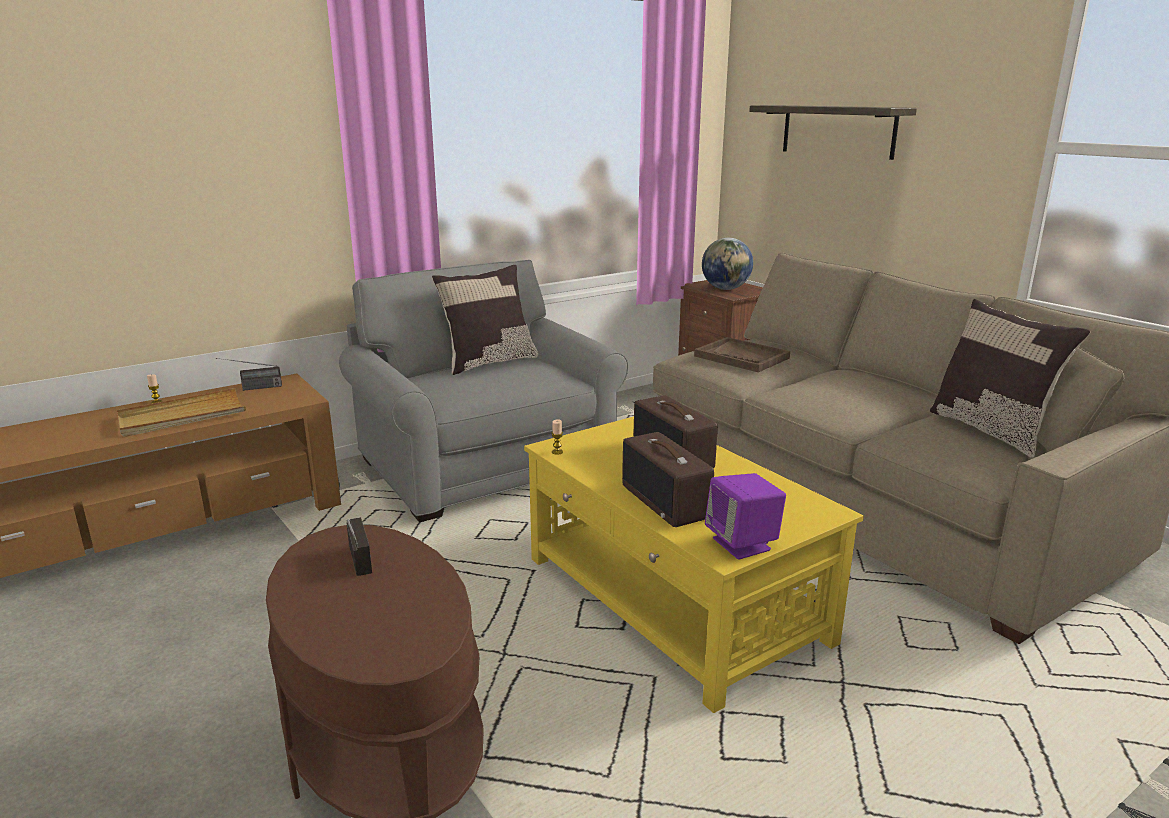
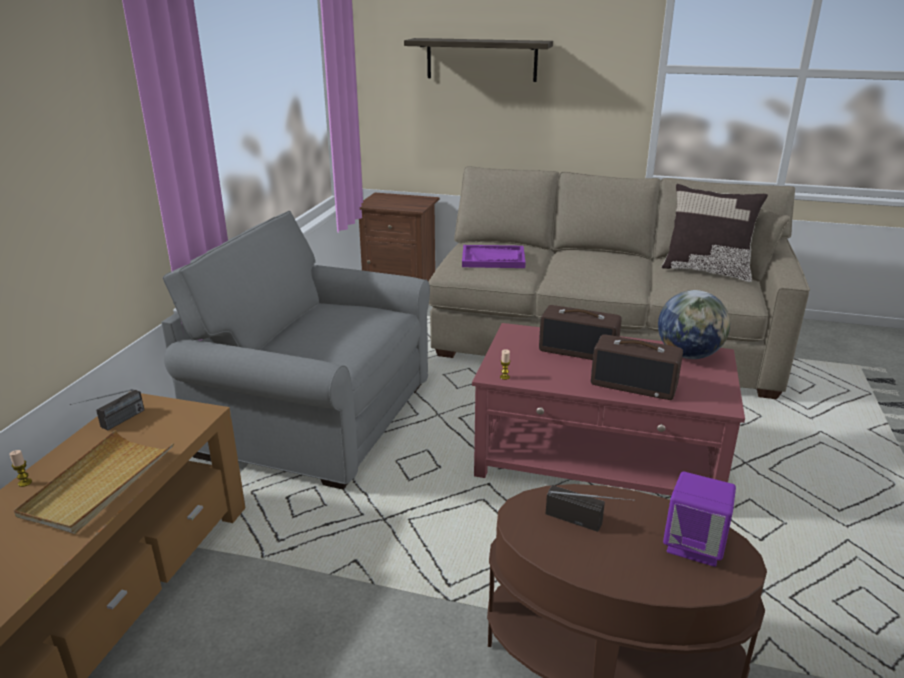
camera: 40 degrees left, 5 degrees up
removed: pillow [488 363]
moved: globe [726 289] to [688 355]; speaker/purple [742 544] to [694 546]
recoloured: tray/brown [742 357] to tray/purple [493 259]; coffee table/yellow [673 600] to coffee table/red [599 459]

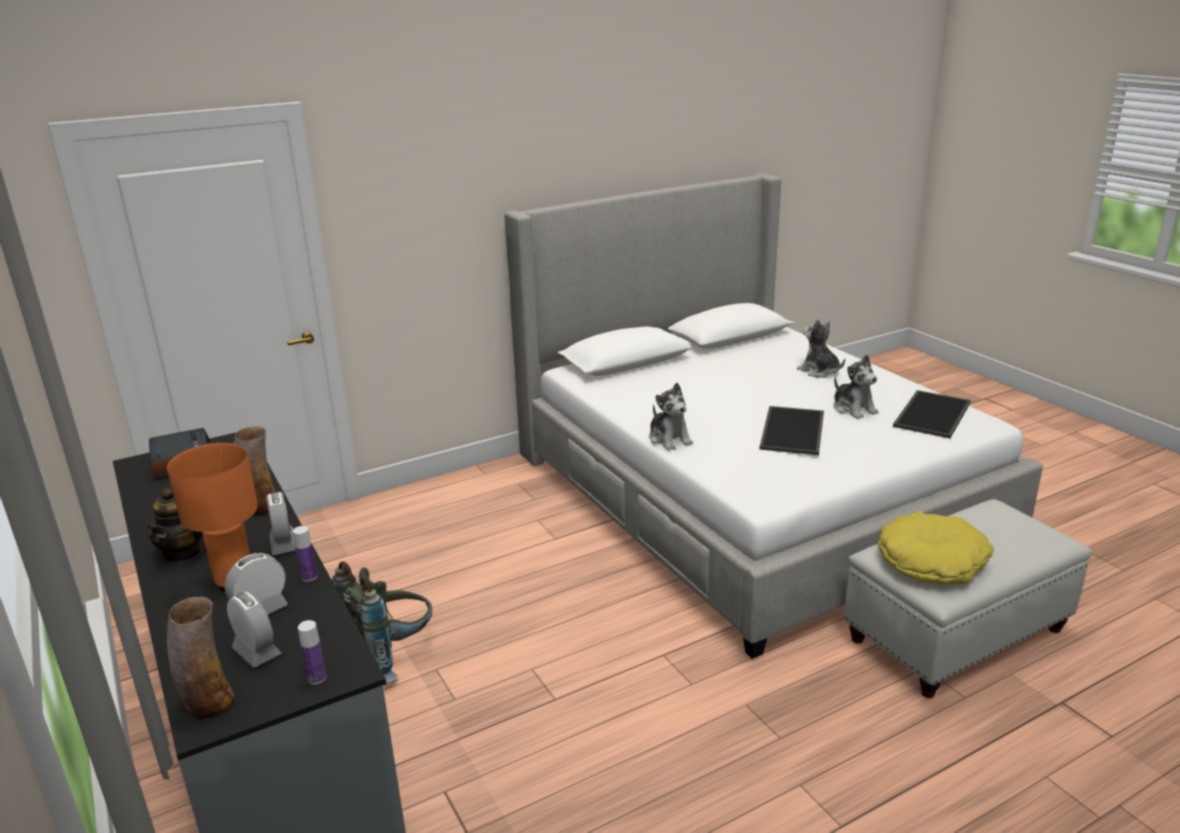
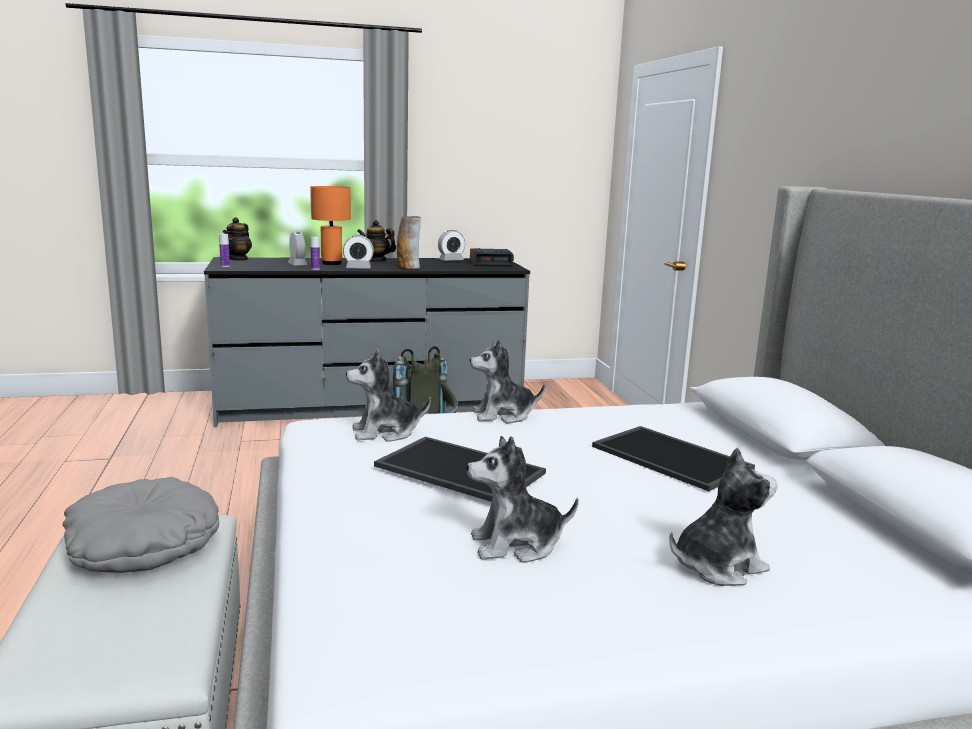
camera: 105 degrees right, 10 degrees down
added: plush toy [385 432]
moved: alarm clock [256 651] to [451 260]; tray [931 413] to [673 457]
replaced: vase [209 704] to teapot [238 259]
recoloured: pillow/yellow [929 562] to pillow/grey [146 545]

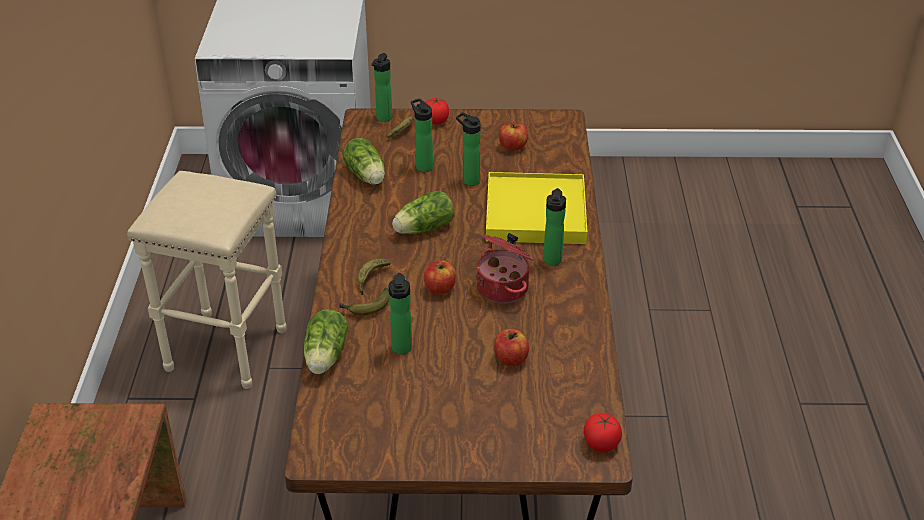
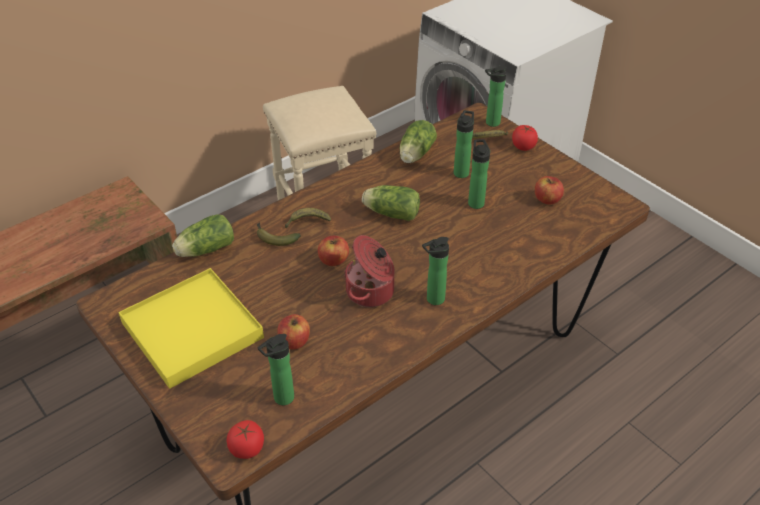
camera: 50 degrees right, 5 degrees up
moved: tray/yellow [535 213] to [192 330]; bottle [401 350] to [281 399]

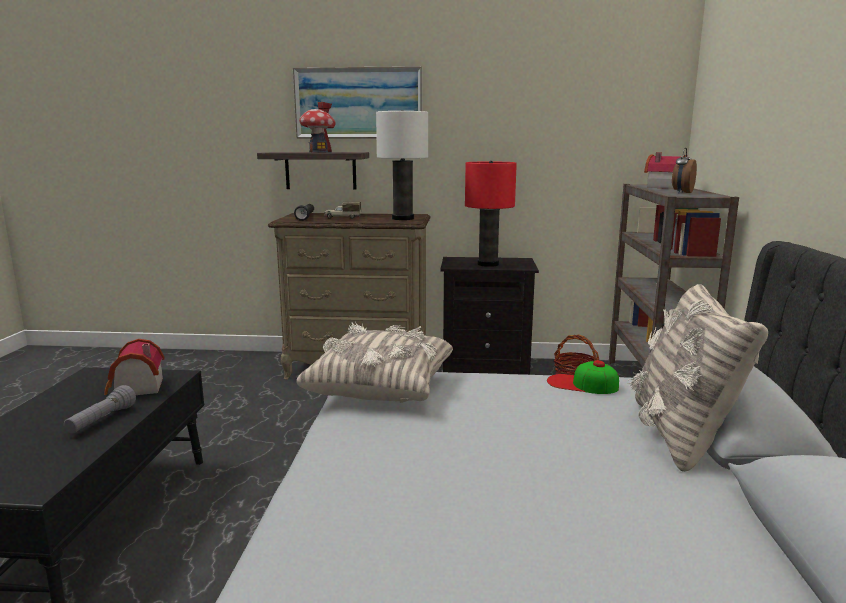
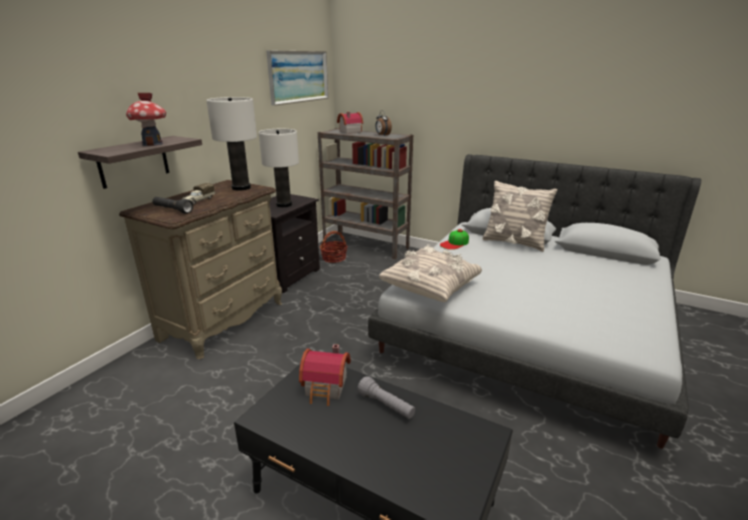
camera: 65 degrees left, 10 degrees up
moved: picture [358 103] to [298 76]
recoloured: table lamp/red [488 264] to table lamp/white [284 204]

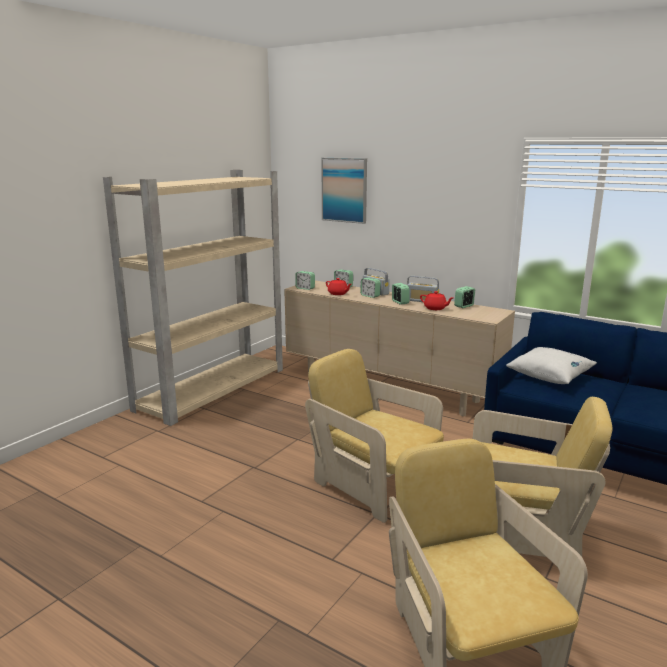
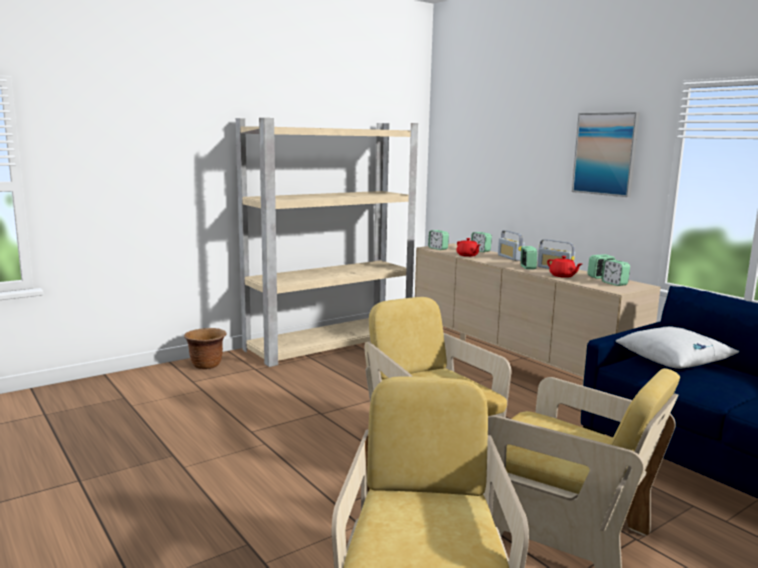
camera: 20 degrees right, 5 degrees down
added: planter/brown [207 365]
moved: picture [344 190] to [605 154]; alarm clock [370 296] to [614 283]

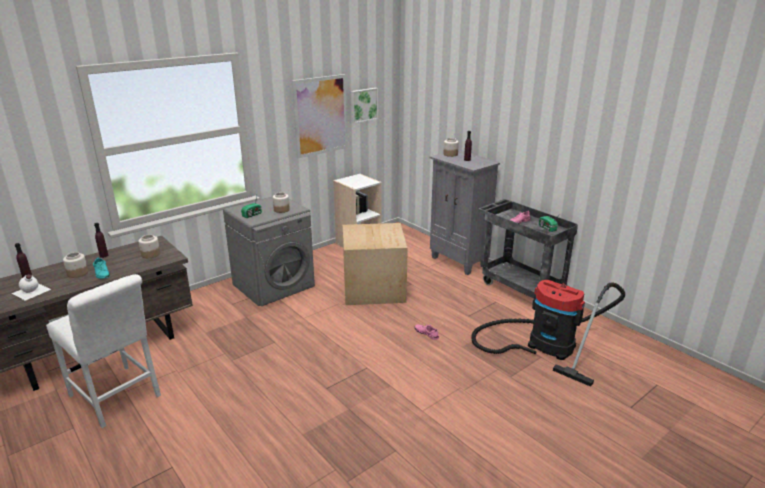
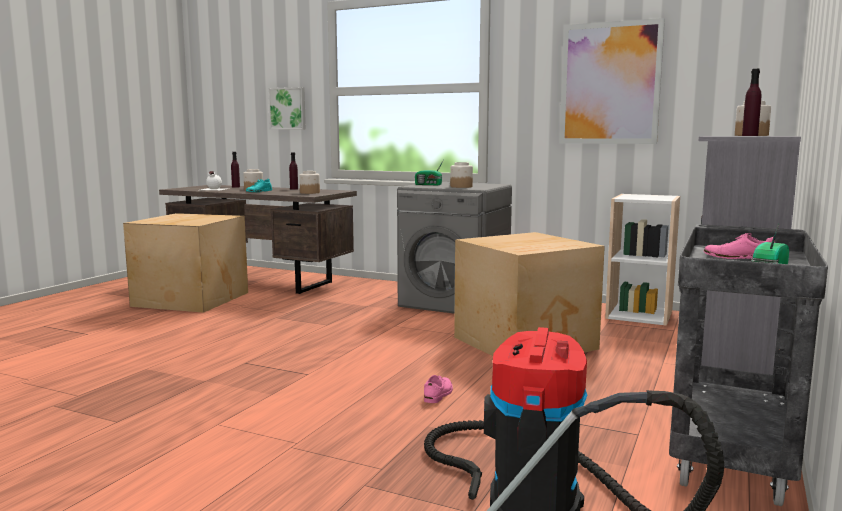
camera: 65 degrees right, 15 degrees down
moved: picture [363 105] to [288 108]
replaced: chair/white [117 398] to cardboard box [189 299]

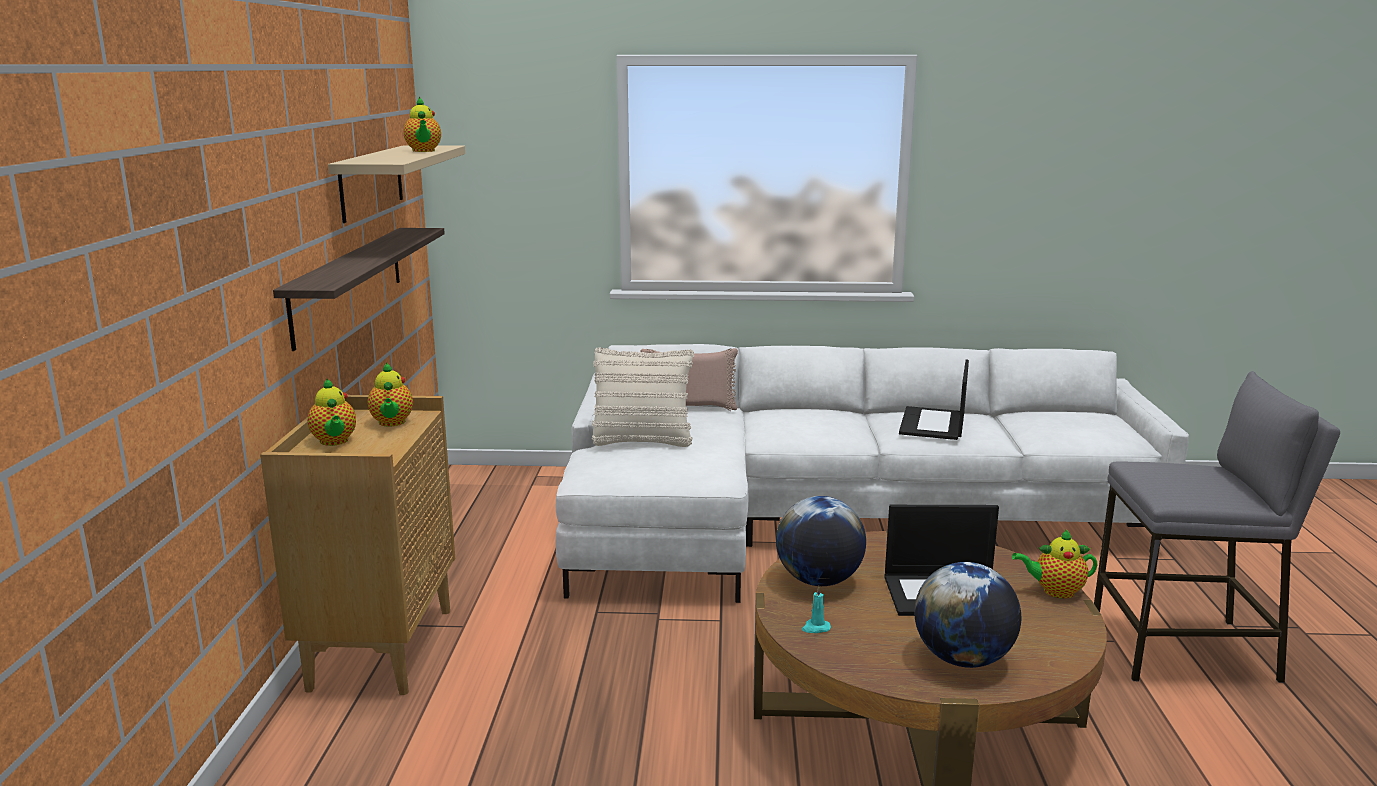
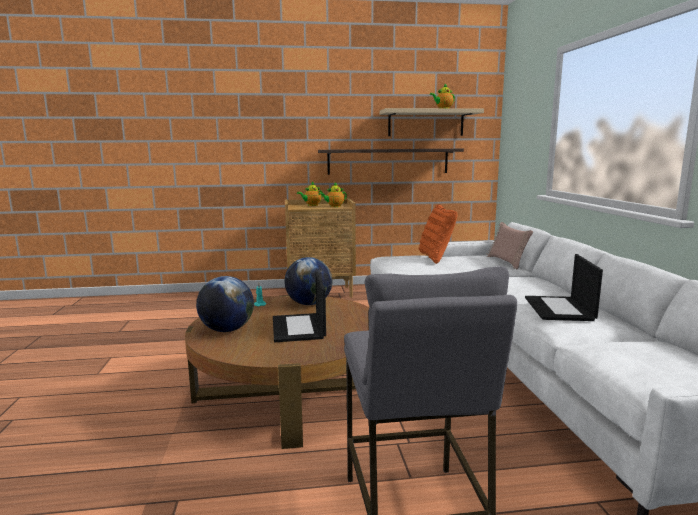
camera: 80 degrees right, 5 degrees down
removed: teapot [1055 591]
recoloured: pillow/beige [643 441] to pillow/orange [436 258]
turned: laptop [933 424] = [559 309] 90 degrees counterclockwise

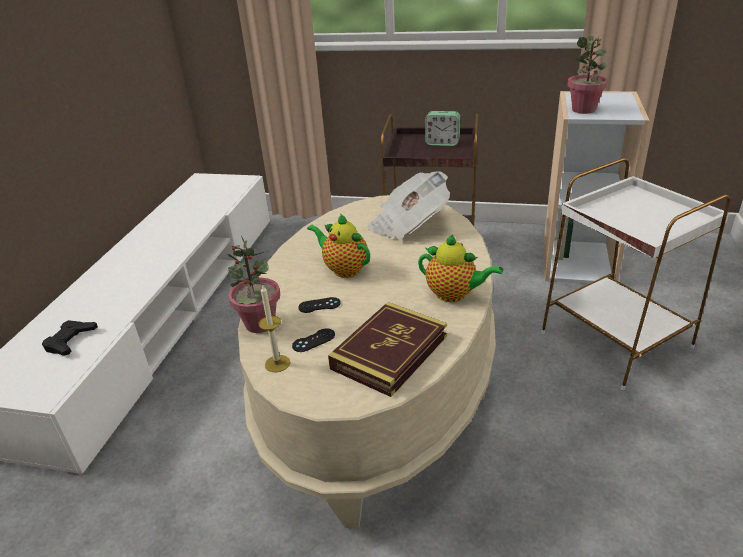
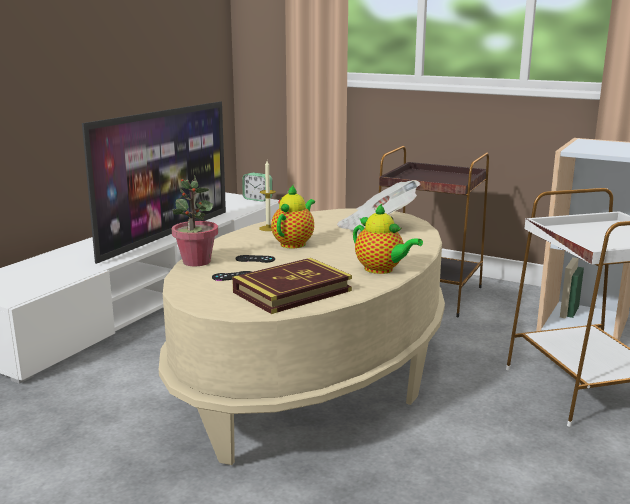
camera: 15 degrees right, 15 degrees down
removed: game controller/black [70 341]; potted plant [584 110]
added: television [165 235]
moved: alarm clock [442 143] to [257 199]; candle [277 363] to [268 228]
turned: teapot [344 269] = [294 243] 60 degrees clockwise

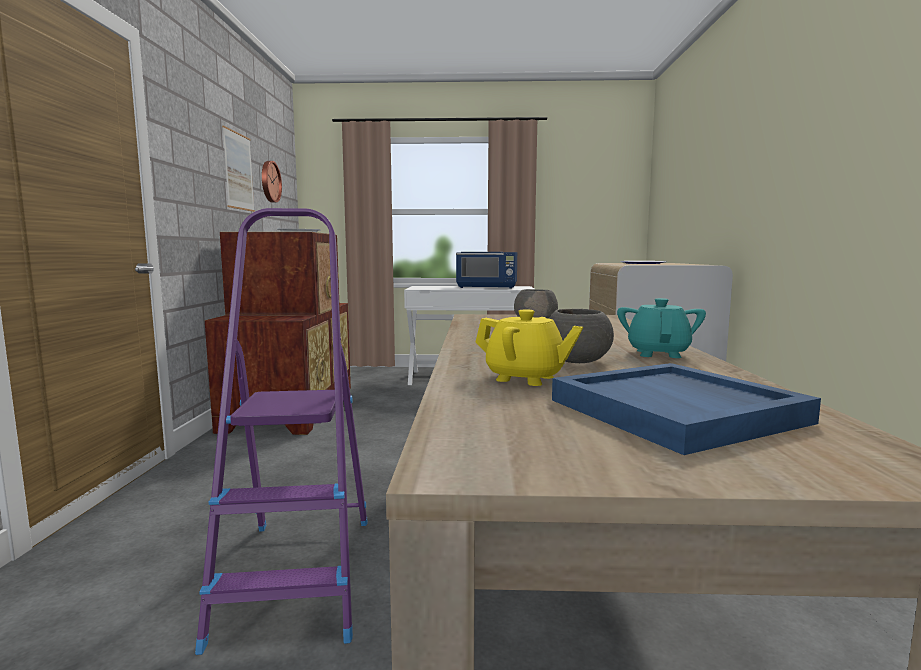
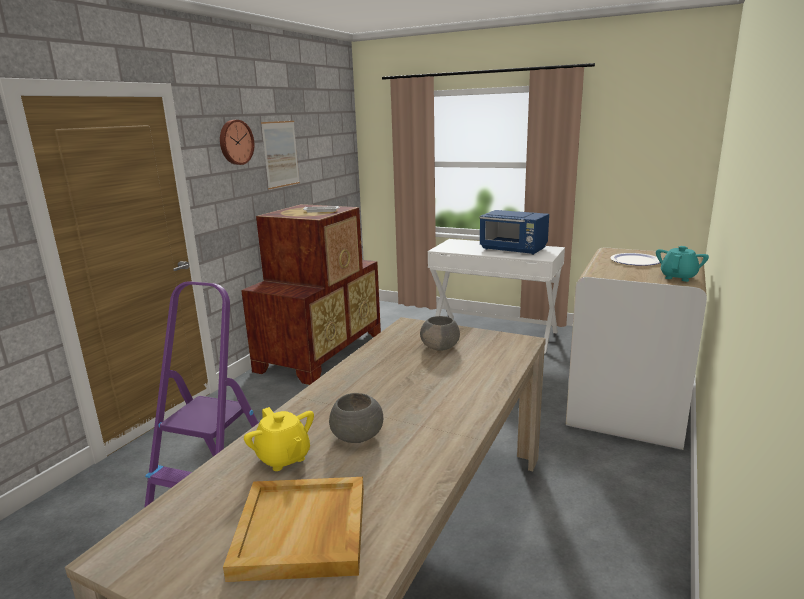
camera: 25 degrees right, 10 degrees up
moved: wall clock [269 181] to [235 142]; teapot/turquoise [658 353] to [678 277]
recoloured: tray/blue [677 411] to tray/beige [302 531]

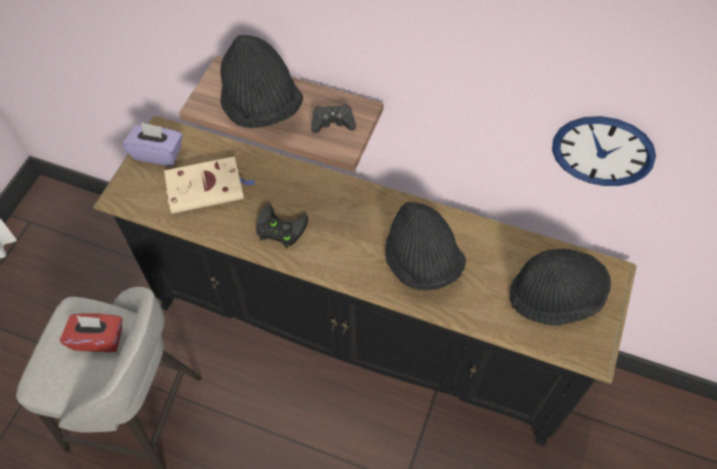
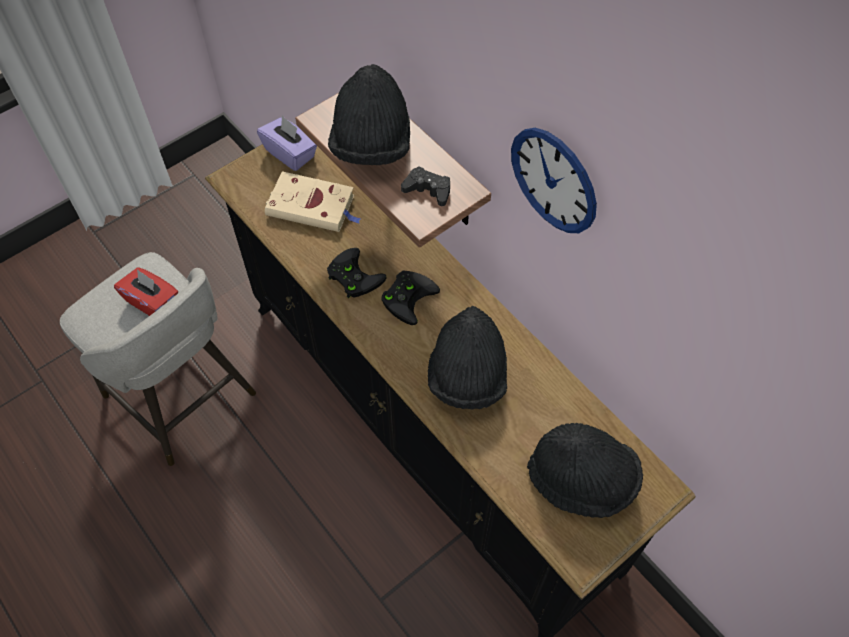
camera: 30 degrees right, 0 degrees up
added: game controller/black [408 296]
moved: wall clock [602 151] to [553 180]

